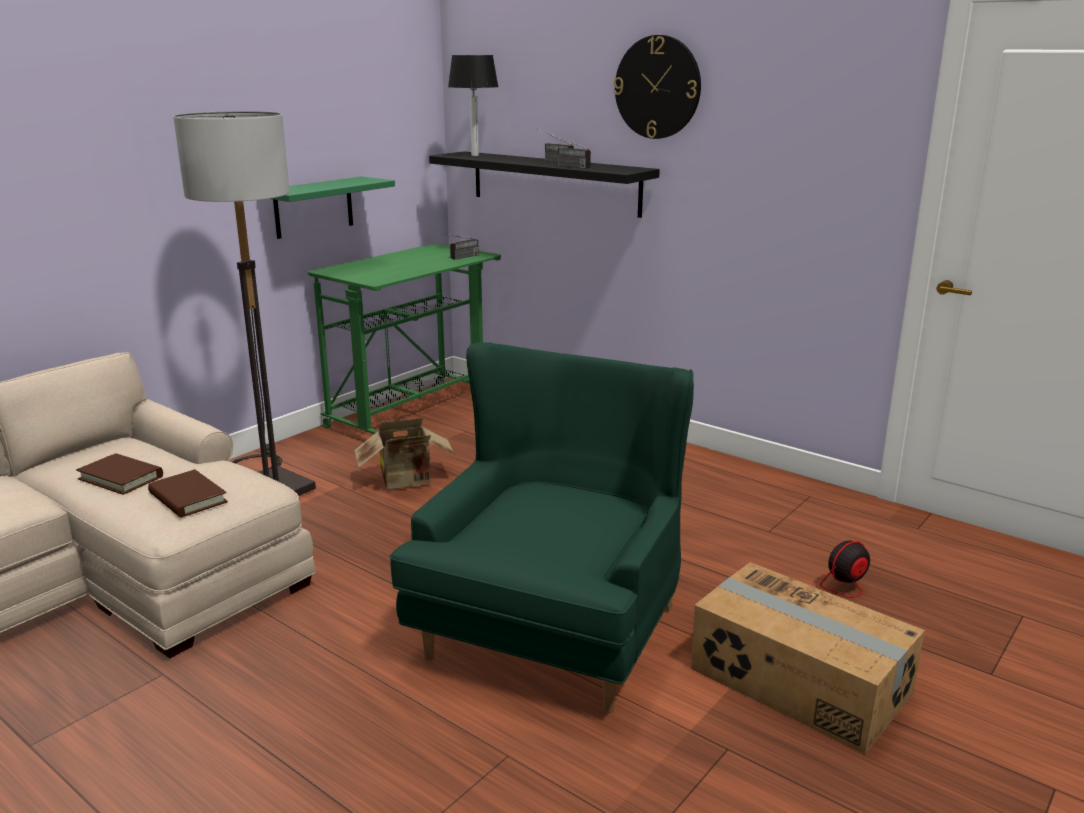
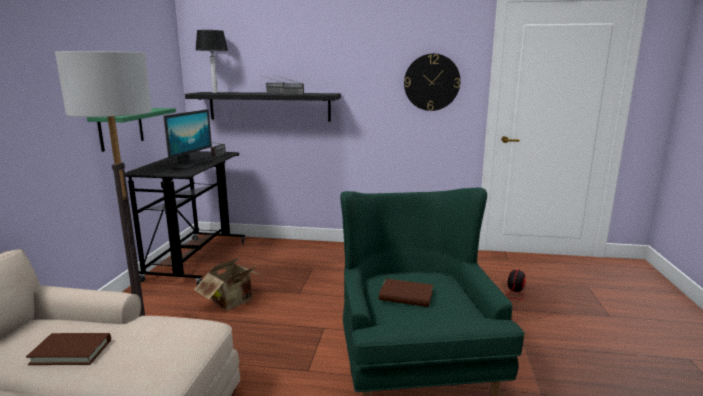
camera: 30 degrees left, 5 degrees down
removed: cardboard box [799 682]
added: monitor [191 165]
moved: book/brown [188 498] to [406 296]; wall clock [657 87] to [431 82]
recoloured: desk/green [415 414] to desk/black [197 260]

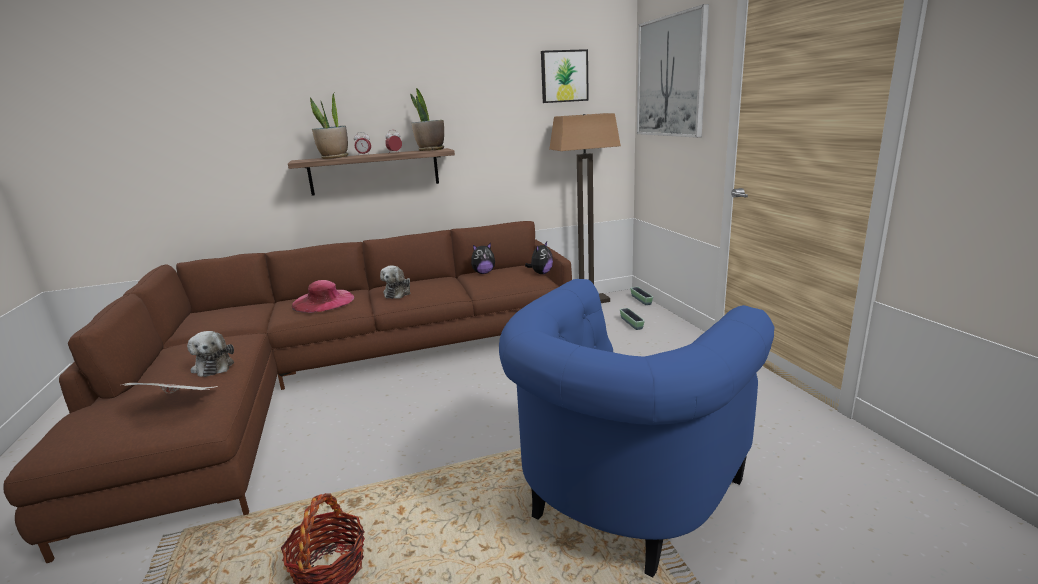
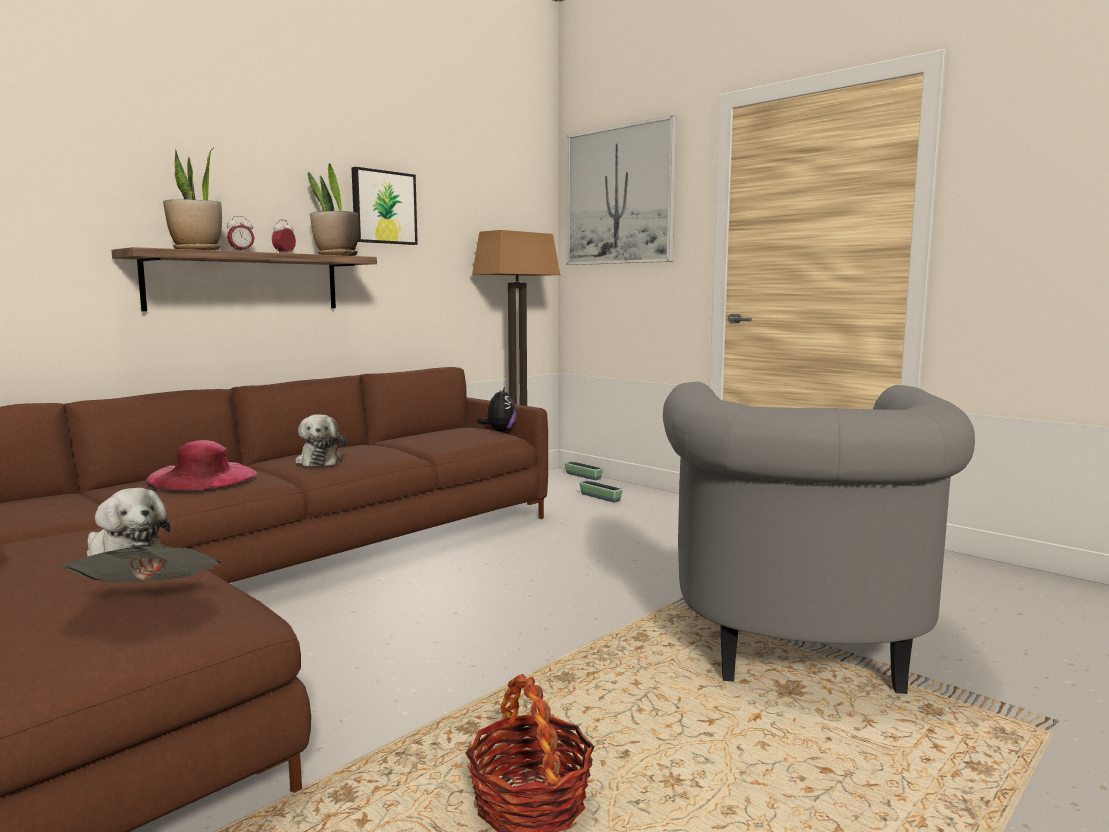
camera: 30 degrees left, 10 degrees down
removed: plush toy [483 273]
moved: picture [564 76] to [383 207]
recoloured: armchair/blue [624 498] to armchair/grey [796 641]

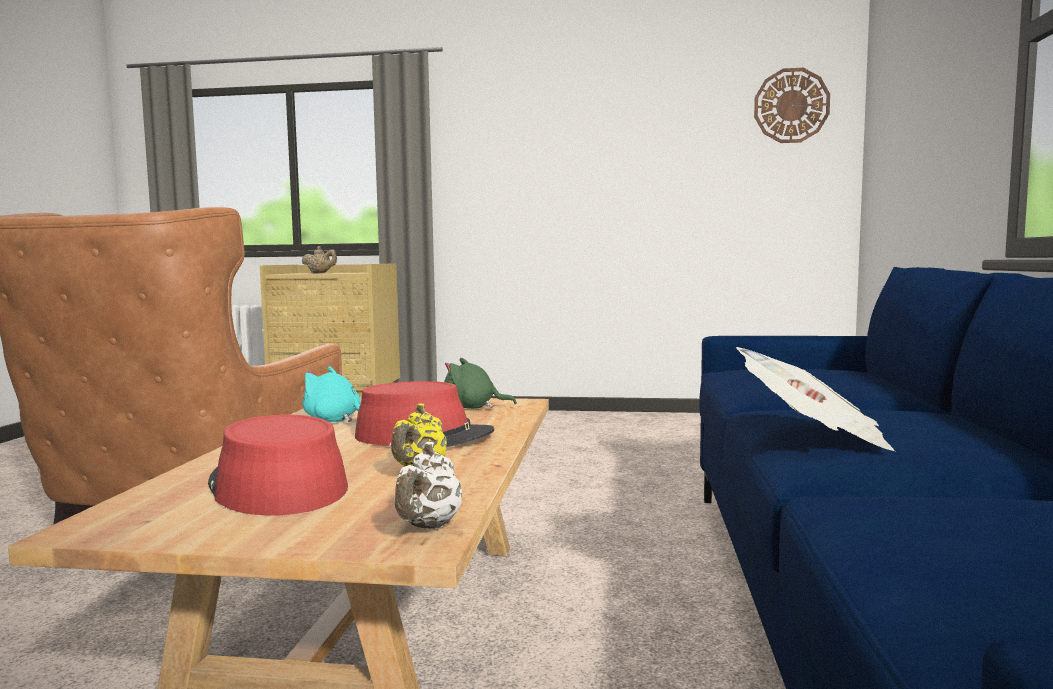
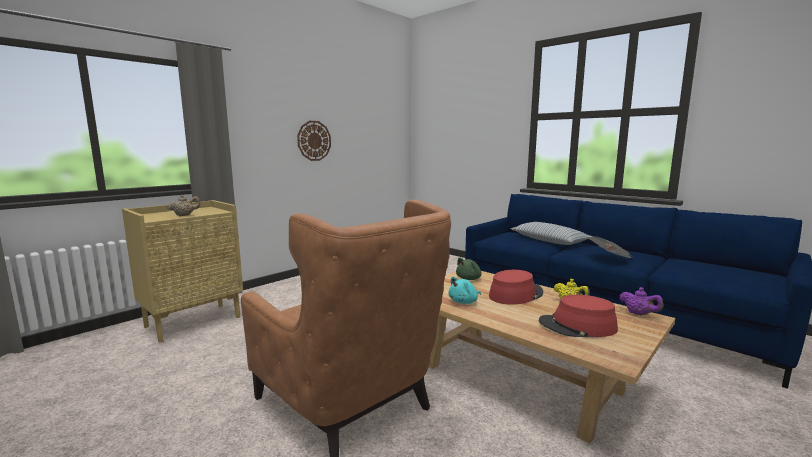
camera: 55 degrees left, 5 degrees up
added: pillow [549 241]
moved: wall clock [791 106] to [314 140]
recoloured: teapot/white [428 526] to teapot/purple [639 314]

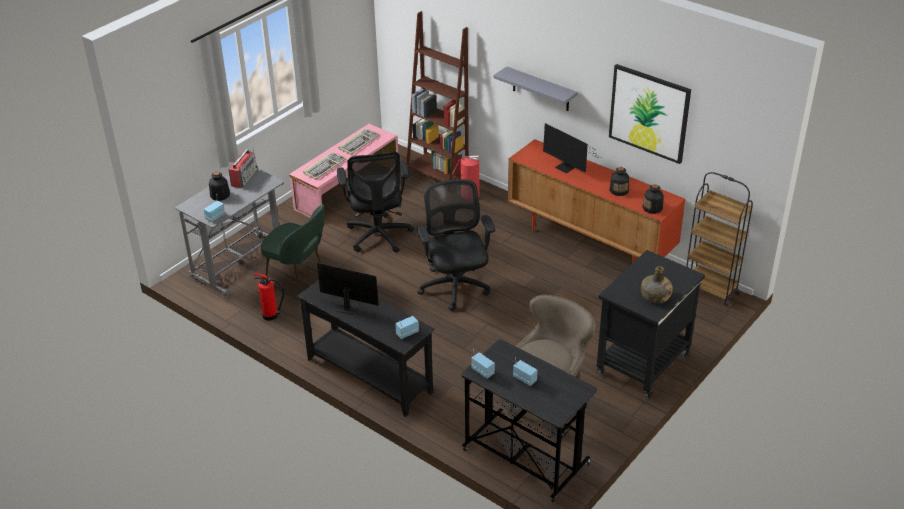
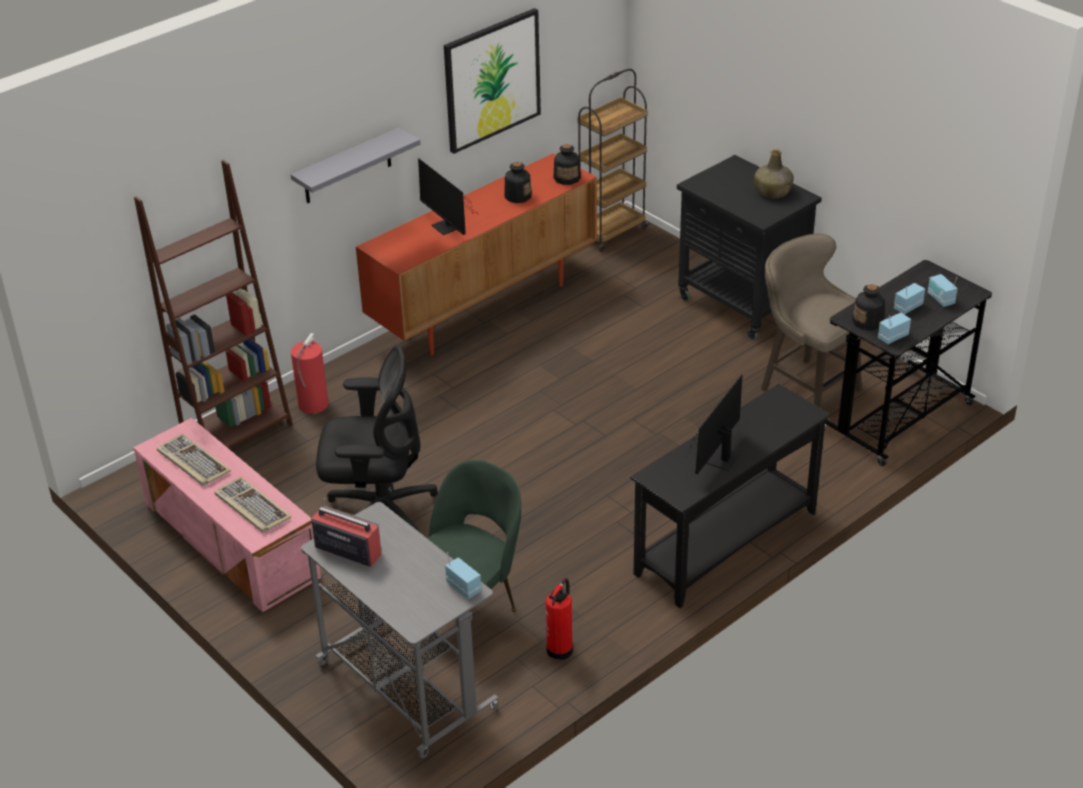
camera: 80 degrees left, 0 degrees up
removed: office chair/black [456 289]
moved: bottle [220 195] to [868 322]; radio [407 333] to [940 299]
turned: monitor [567 168] = [447 228] 90 degrees clockwise

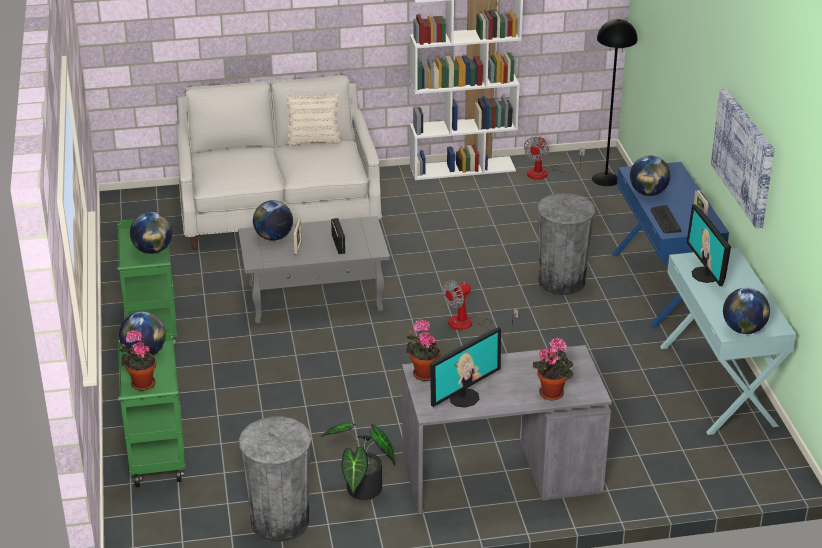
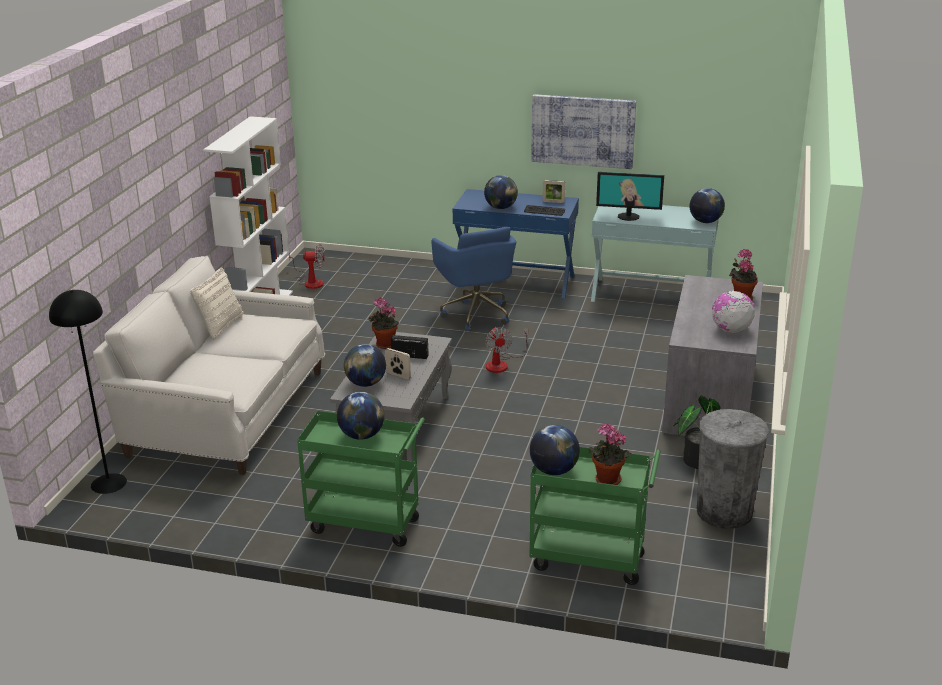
camera: 65 degrees left, 5 degrees down
moved: floor lamp/black [606 179] to [108 483]; potted plant [423 373] to [384 345]
replaced: trash can/grey [561 281] to office chair/blue [475 314]; monitor [463 397] to globe [730 330]
turned: fan [545 173] = [310 282] 45 degrees counterclockwise

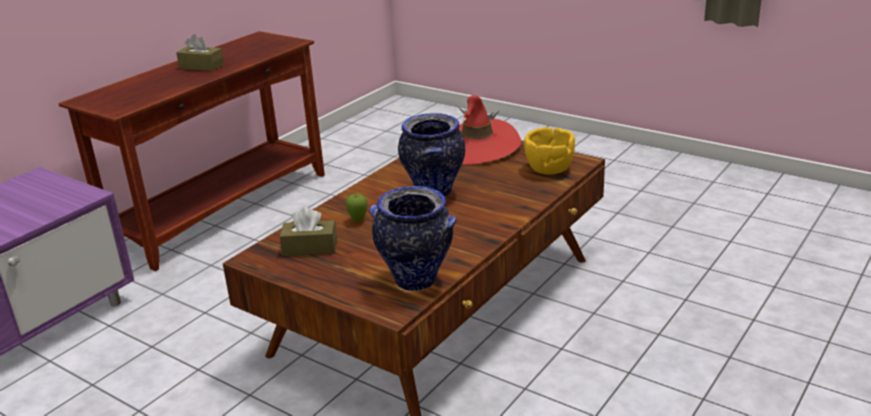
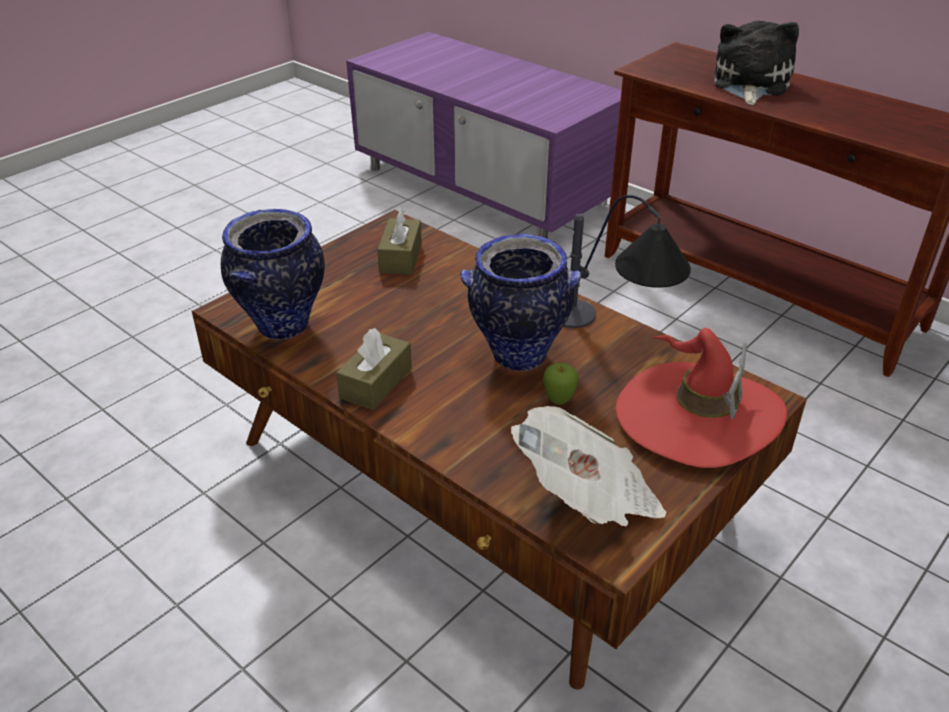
camera: 95 degrees right, 10 degrees up
added: table lamp [615 331]; plush toy [749 84]
moved: tissue box/brown [201 66] to [376 383]; apple [358 220] to [558 402]
replaced: bowl/yellow [548 168] to newspaper [587 497]

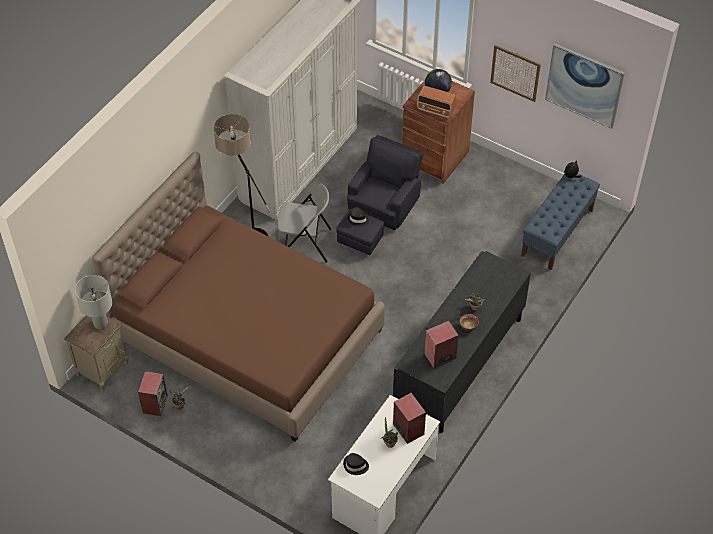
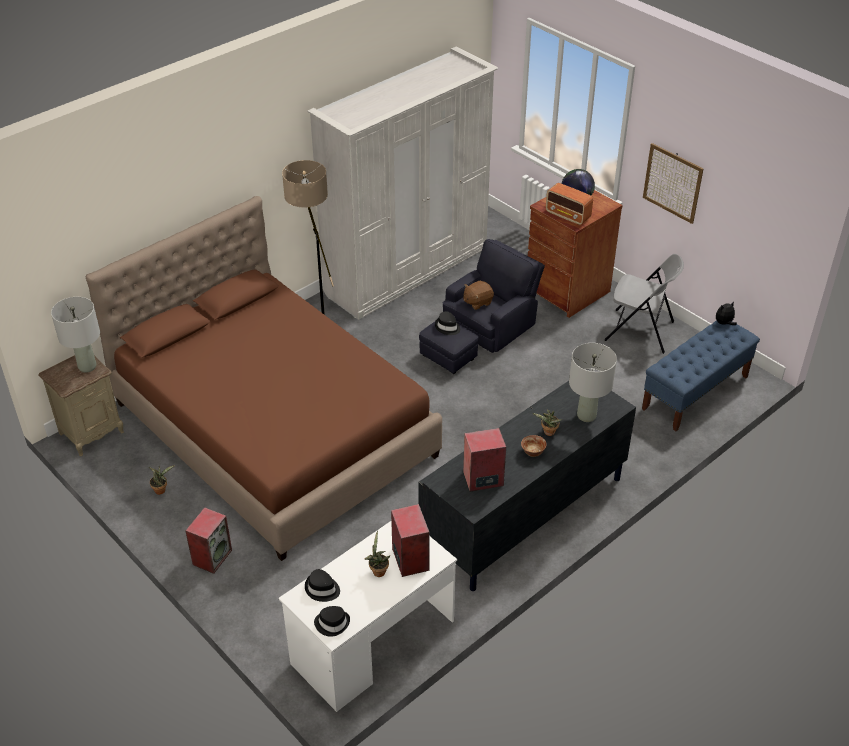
camera: 15 degrees right, 10 degrees down
removed: picture [584 85]
added: hat/black [332 623]; plush toy/brown [477 302]; table lamp/grey [586 415]
moved: speaker [155 404] to [212 556]; chair/grey [304 244] to [639 331]

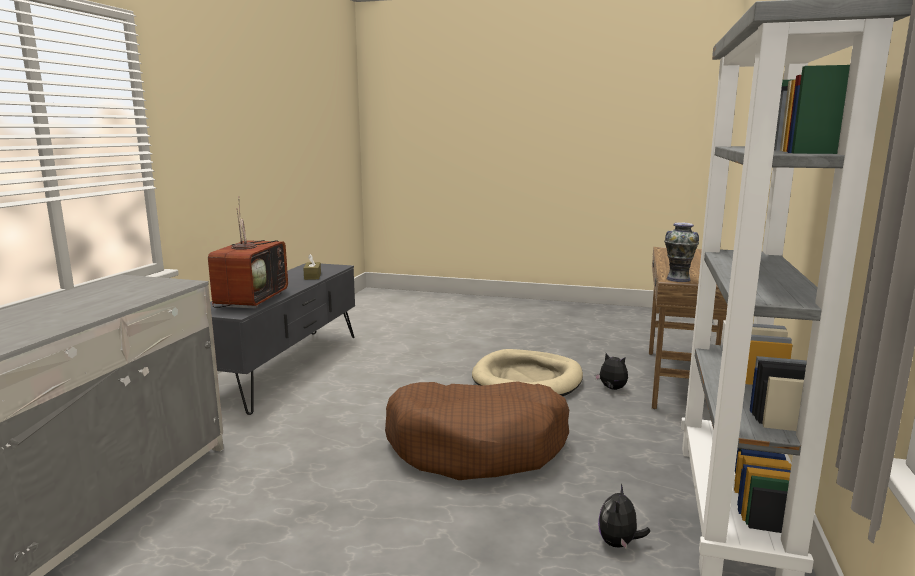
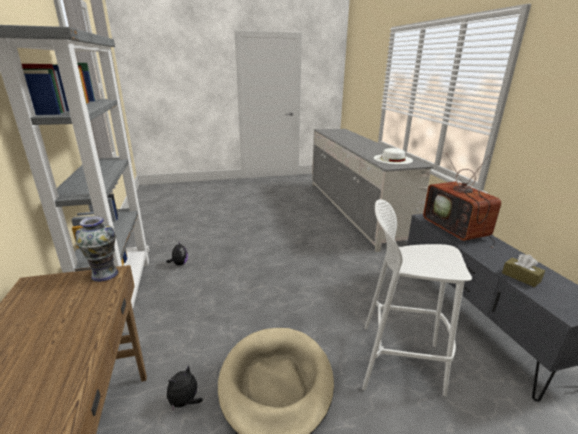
camera: 150 degrees right, 10 degrees up
removed: dog bed/brown [477 446]
added: stool/white [398 361]; hat/white [393 159]
turned: plush toy [612 389] = [185 402] 120 degrees clockwise

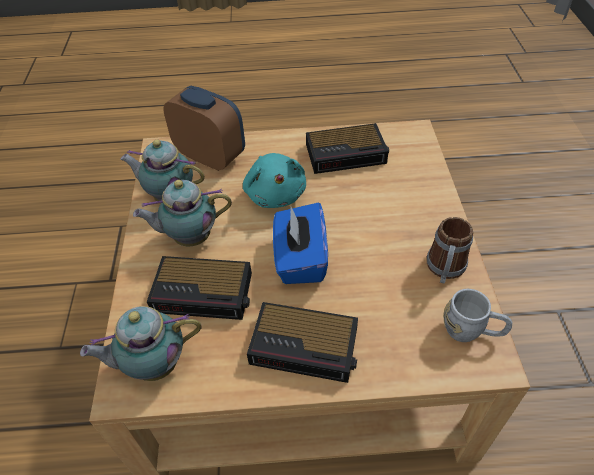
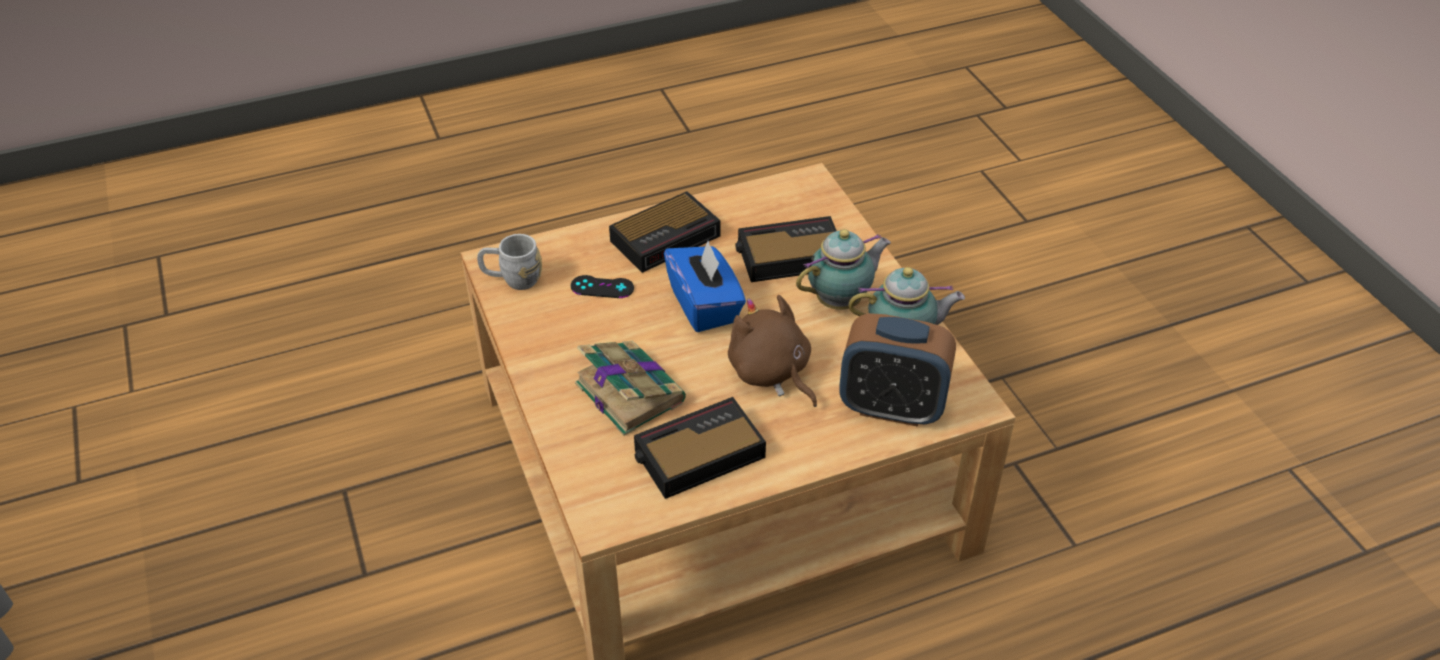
camera: 160 degrees right, 5 degrees down
removed: teapot [153 365]; mug [444 270]
added: game controller/black [602 287]; book [628 391]
recoloured: plush toy/turquoise [275 193] to plush toy/brown [771 373]
turned: alarm clock [306 346] = [667 237] 150 degrees clockwise

